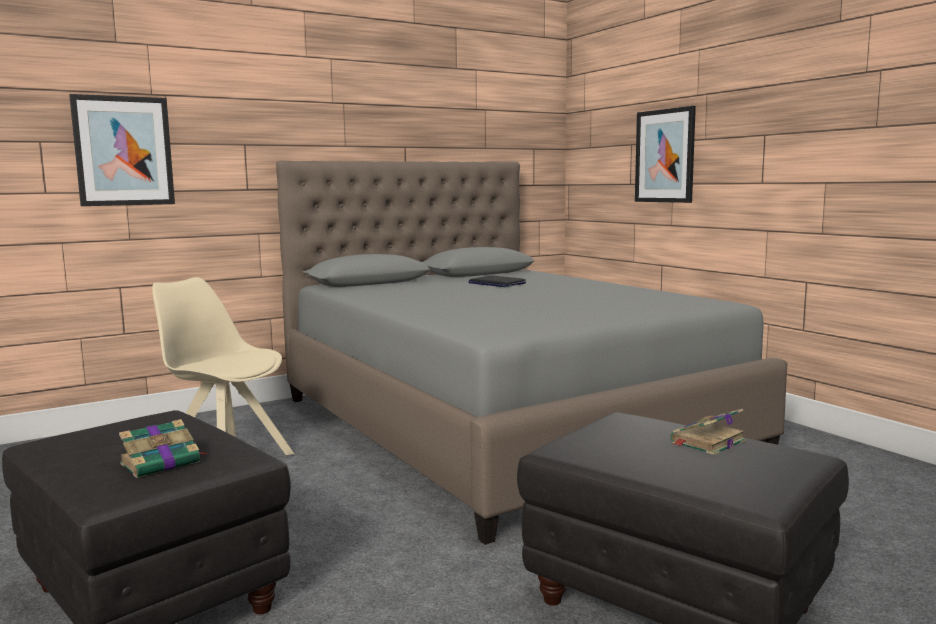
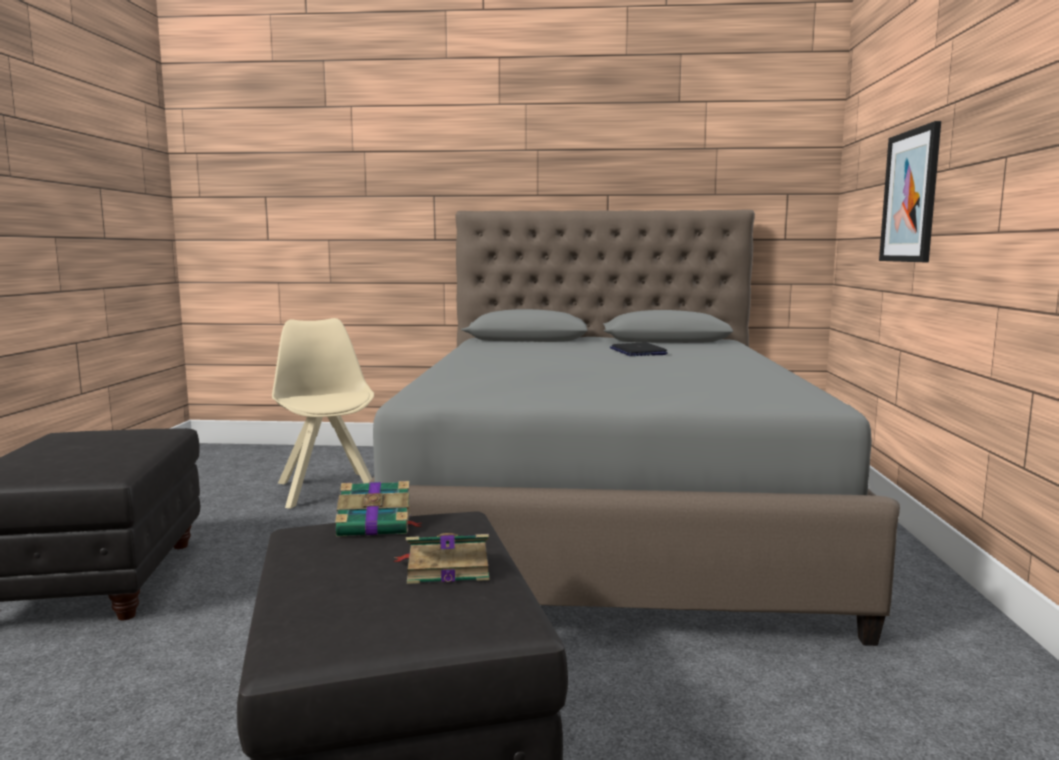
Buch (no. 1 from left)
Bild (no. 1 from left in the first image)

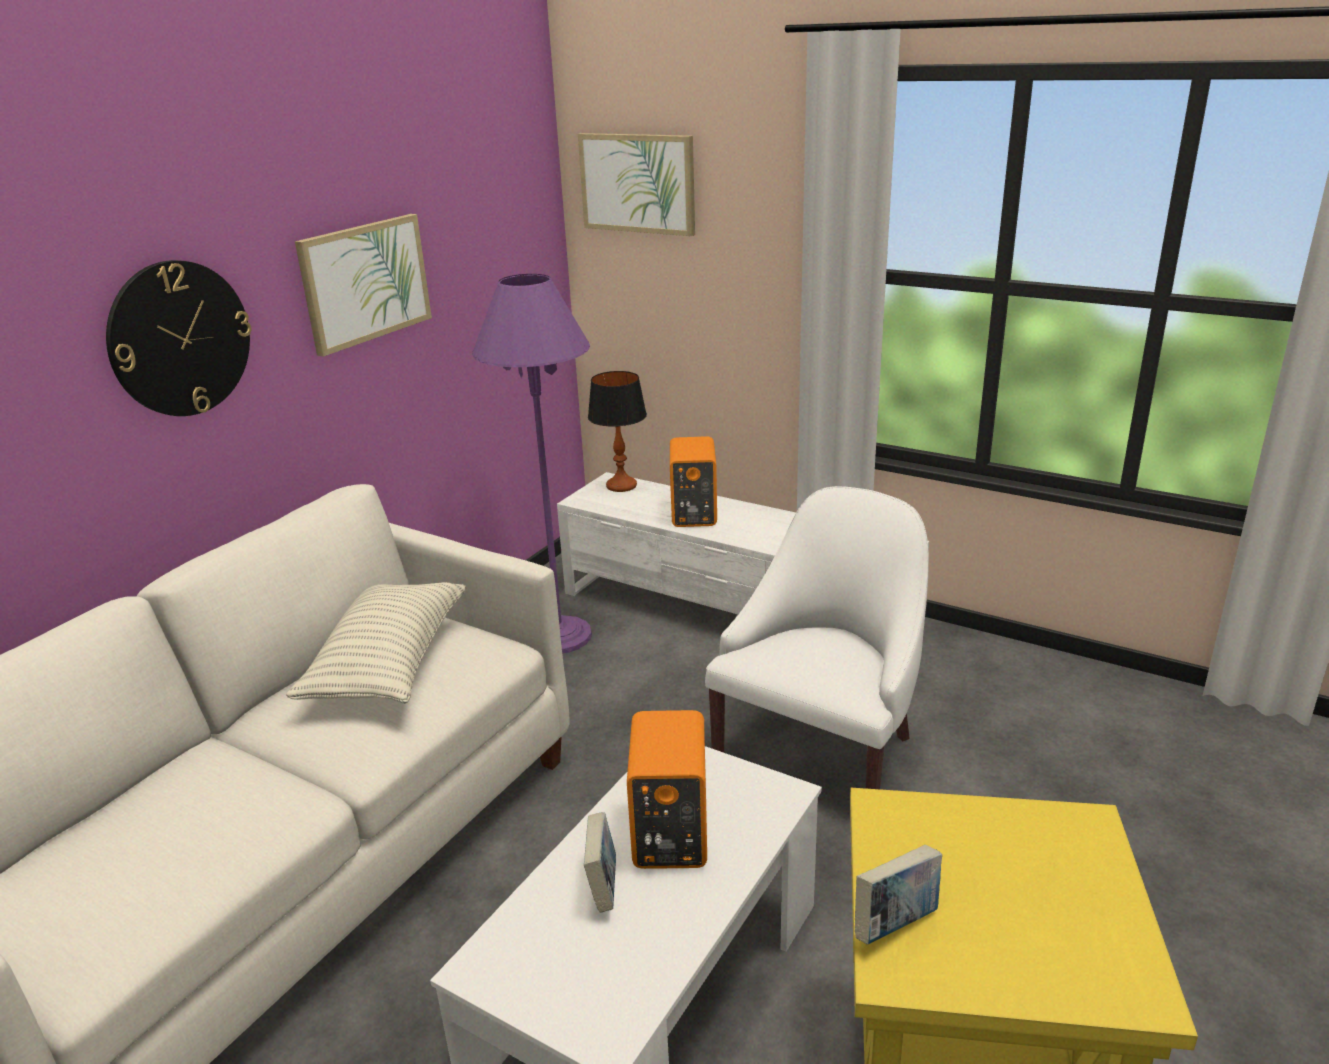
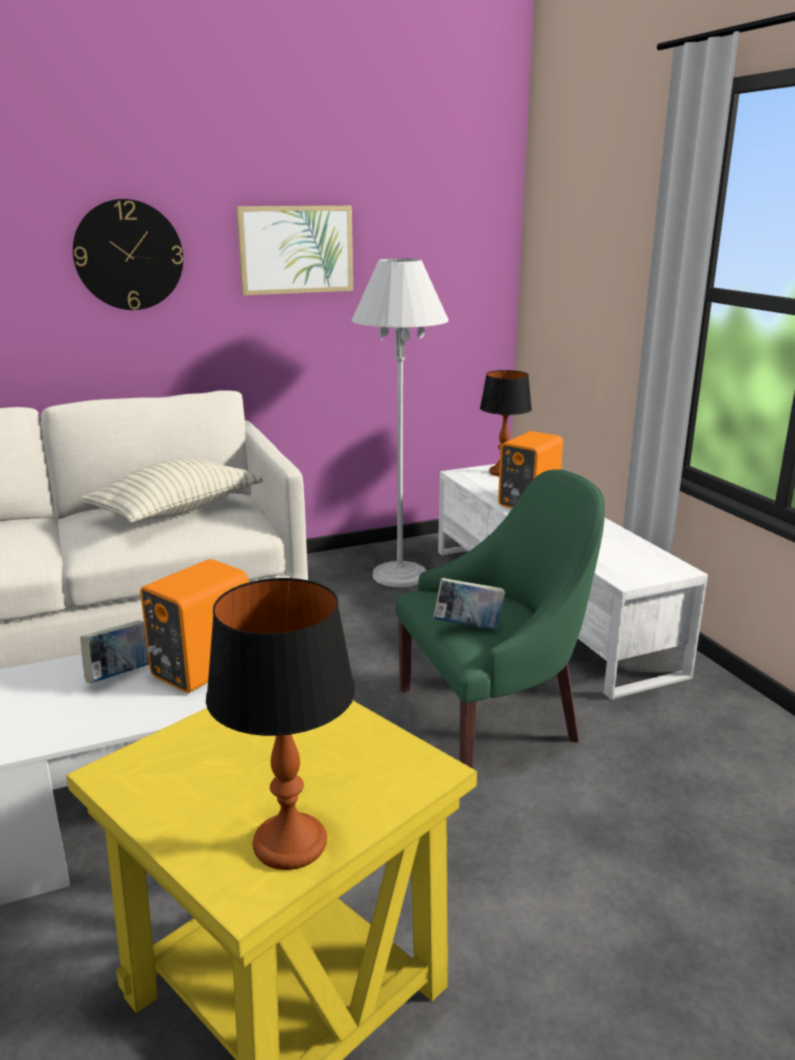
Tischlampe (no. 1 from left)
Stehlampe/weiß
Sessel/grün
Buch (no. 2 from left)
Bild (no. 2 from left in the first image)

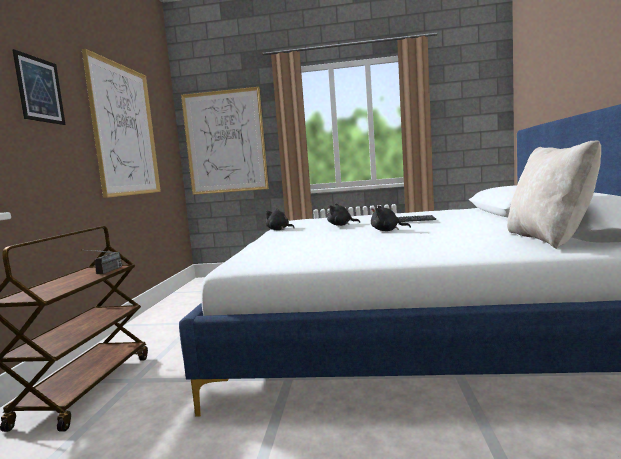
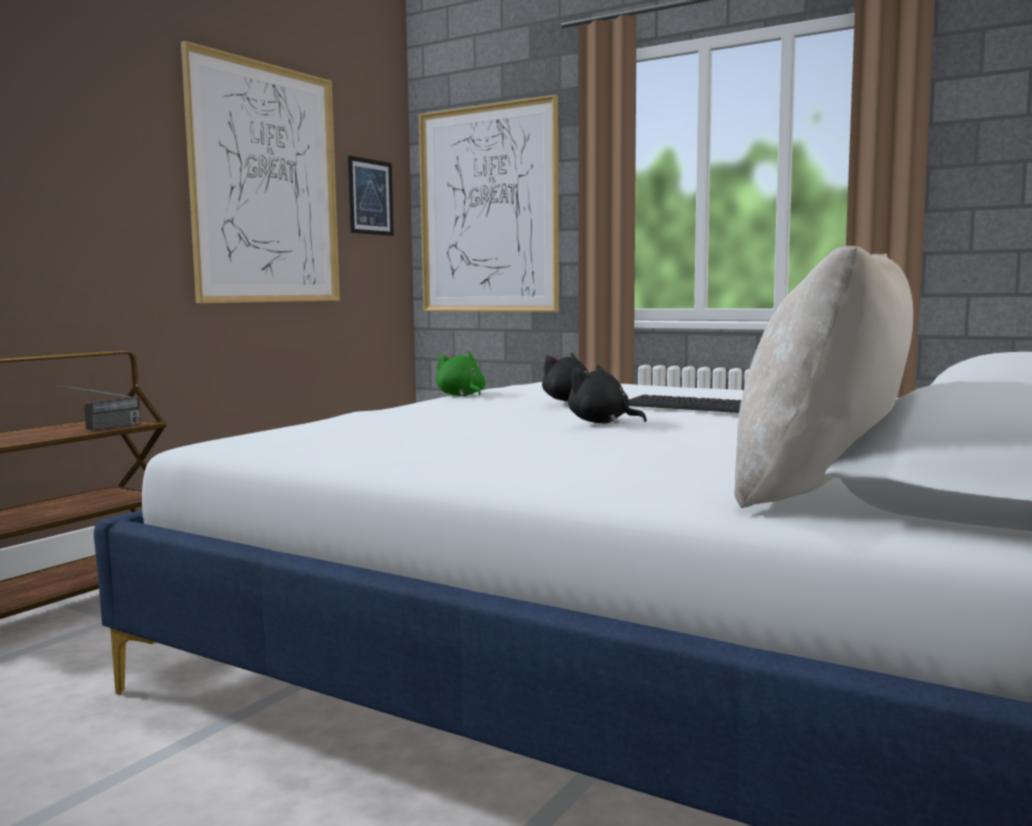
Bild (no. 2 from left)
Plüschtier/grün

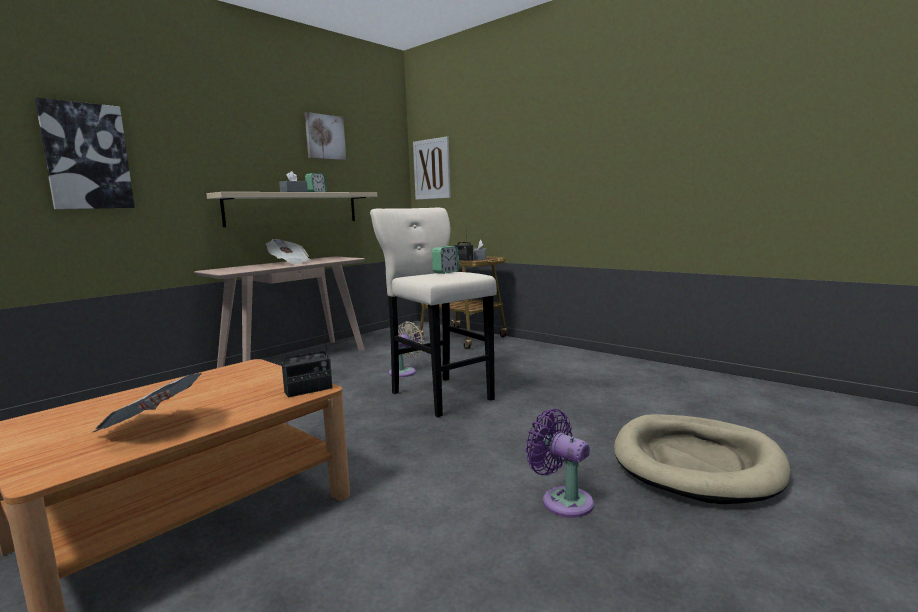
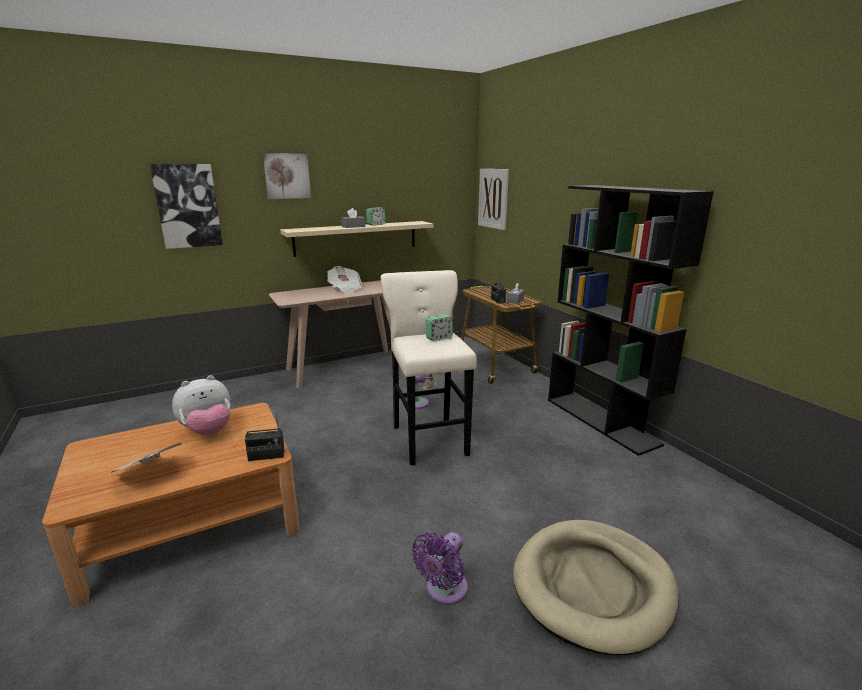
Plüschtier
Bild (no. 2 from left)
Ventilator/lila
Bücherregal/schwarz

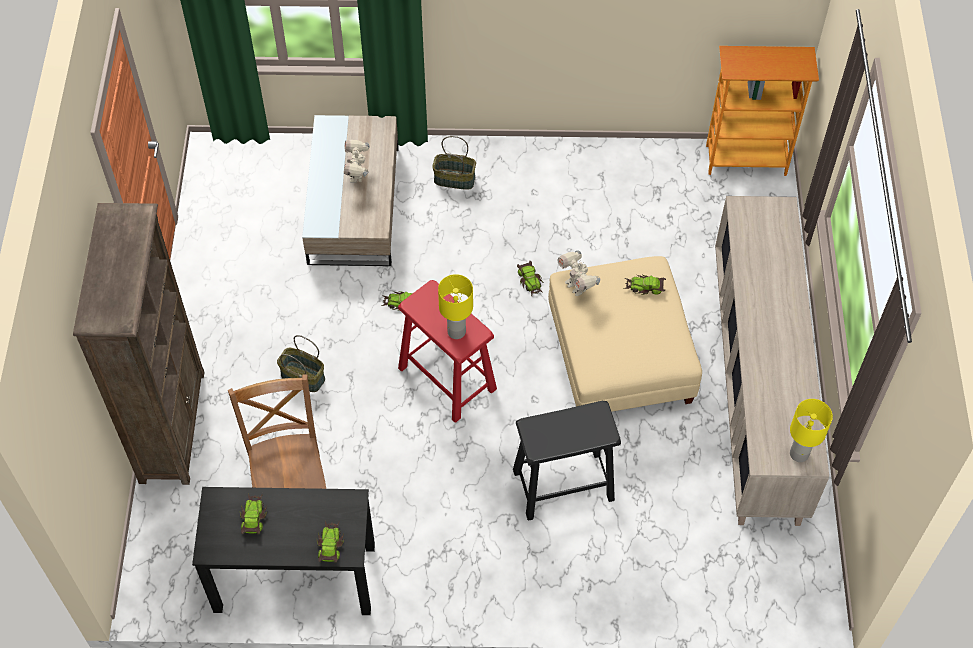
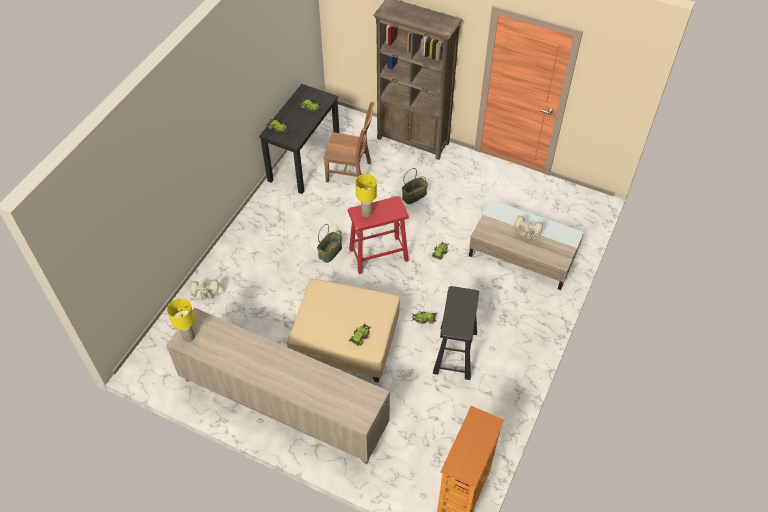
Spielzeugroboter (no. 1 from left)
Korb (no. 1 from left)
Hocker/schwarz

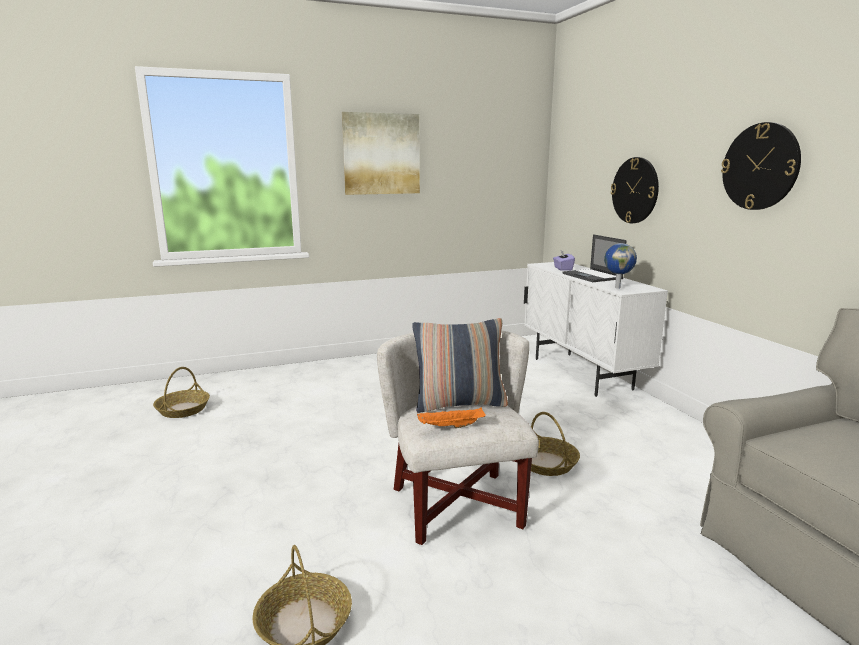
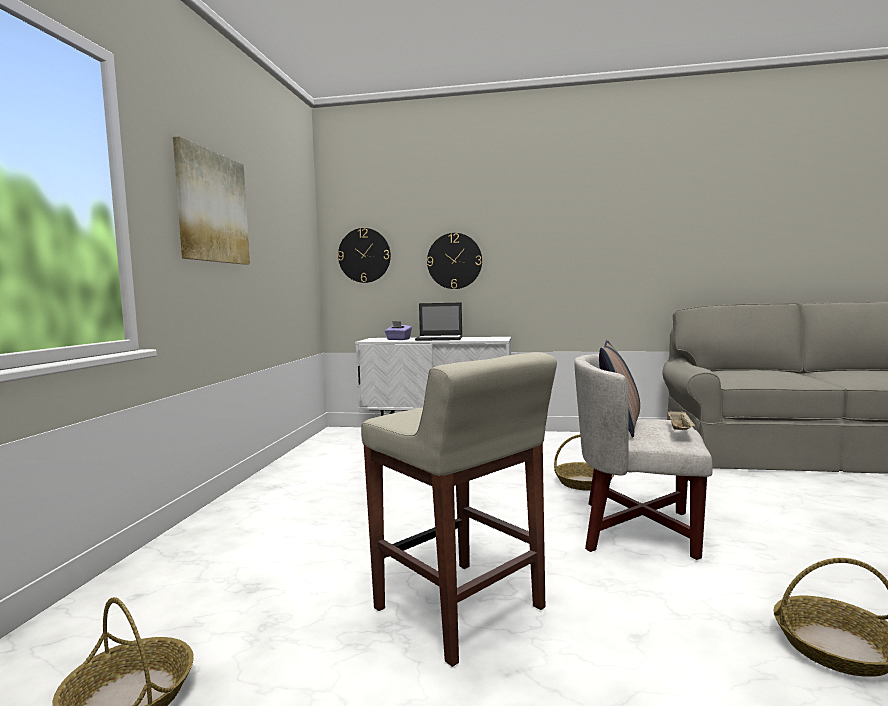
Wanduhr (no. 1 from left)
Hocker/beige
Tablett/beige
Globus

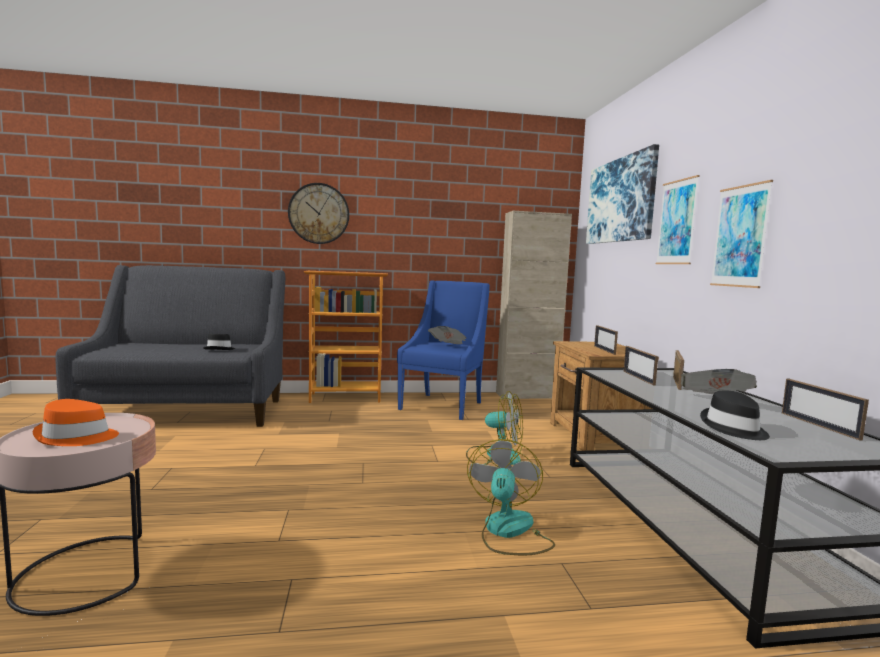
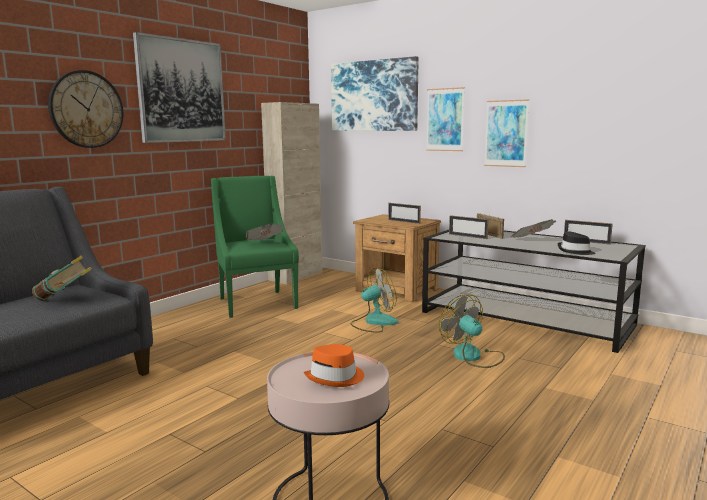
Buch
Bild (no. 1 from left)
Sessel/grün
Bücherregal

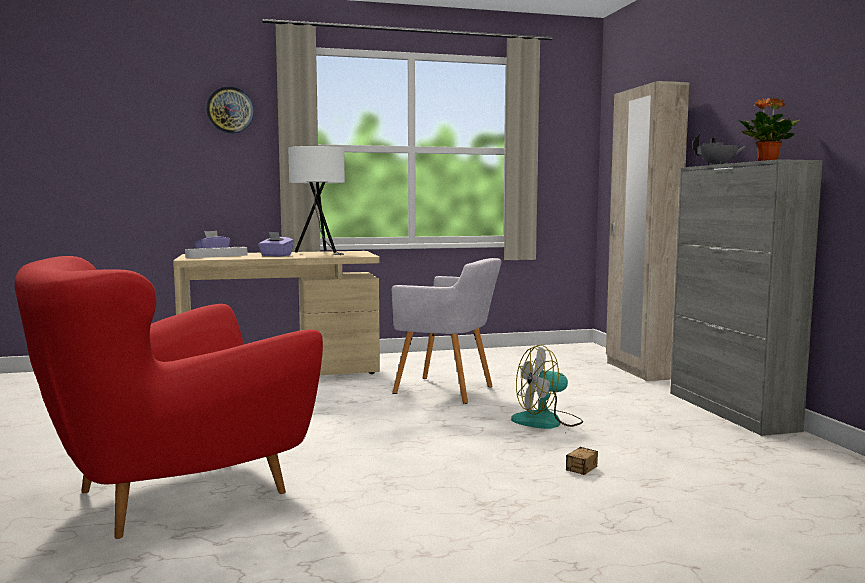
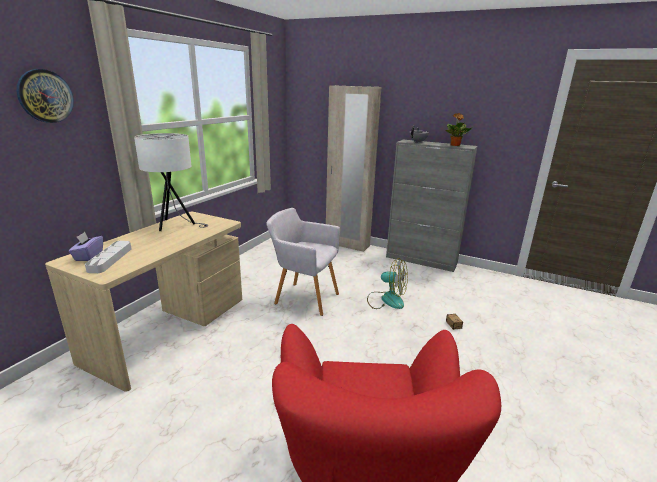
Sessel/grau
Ventilator
Taschentuchbox/lila (no. 2 from left in the first image)

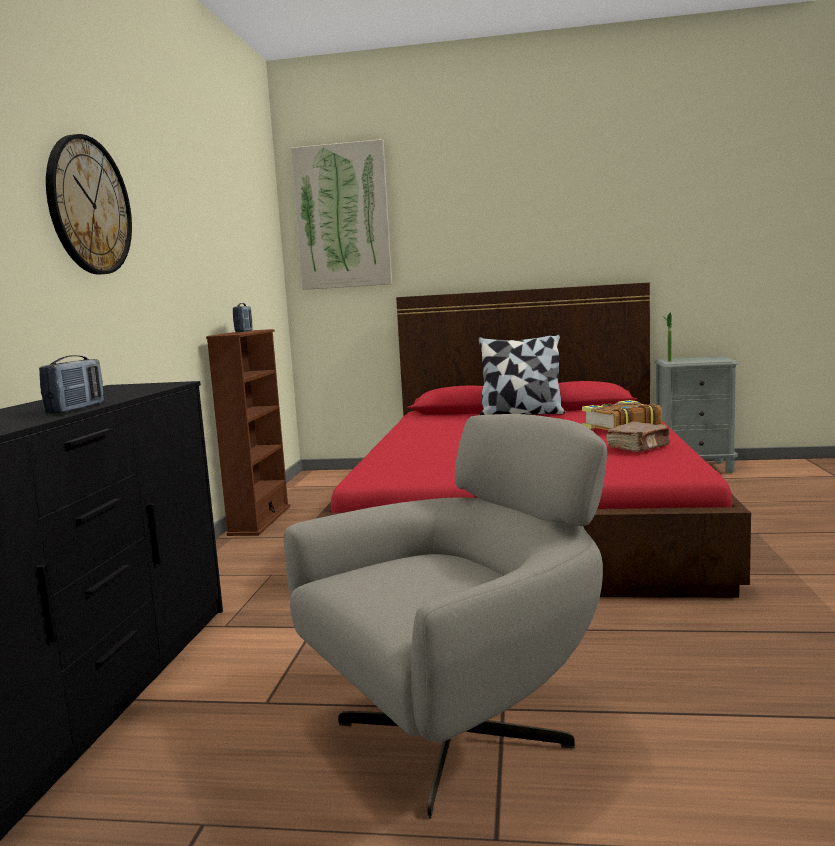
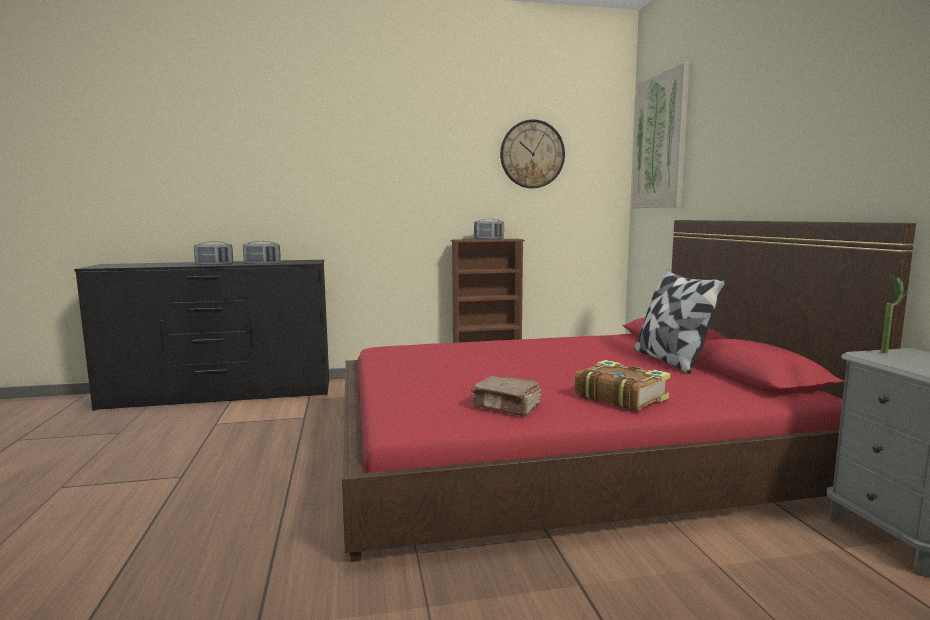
Radio (no. 2 from left)
Wanduhr
Sessel/grau

